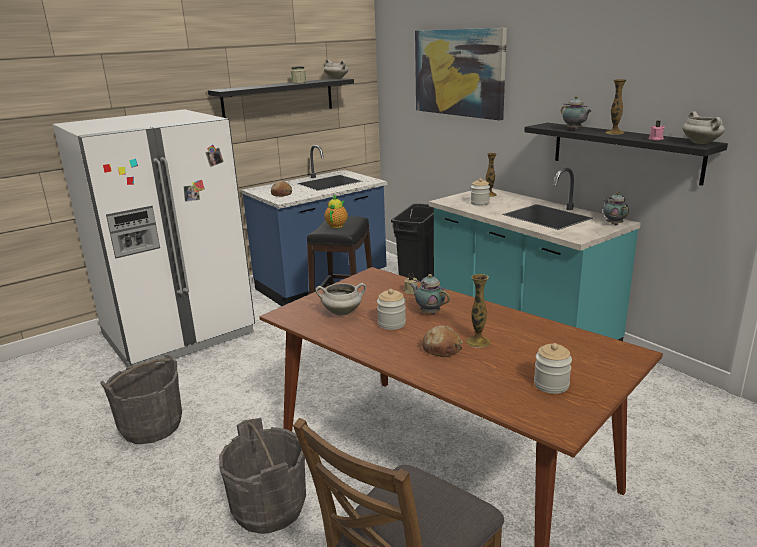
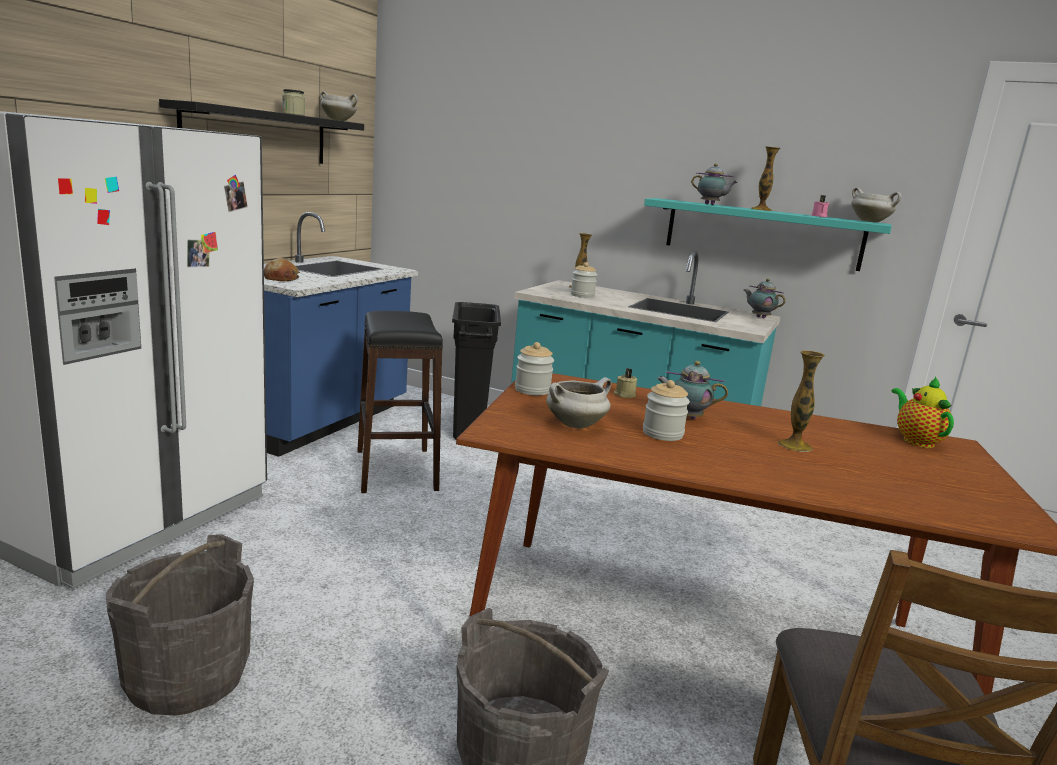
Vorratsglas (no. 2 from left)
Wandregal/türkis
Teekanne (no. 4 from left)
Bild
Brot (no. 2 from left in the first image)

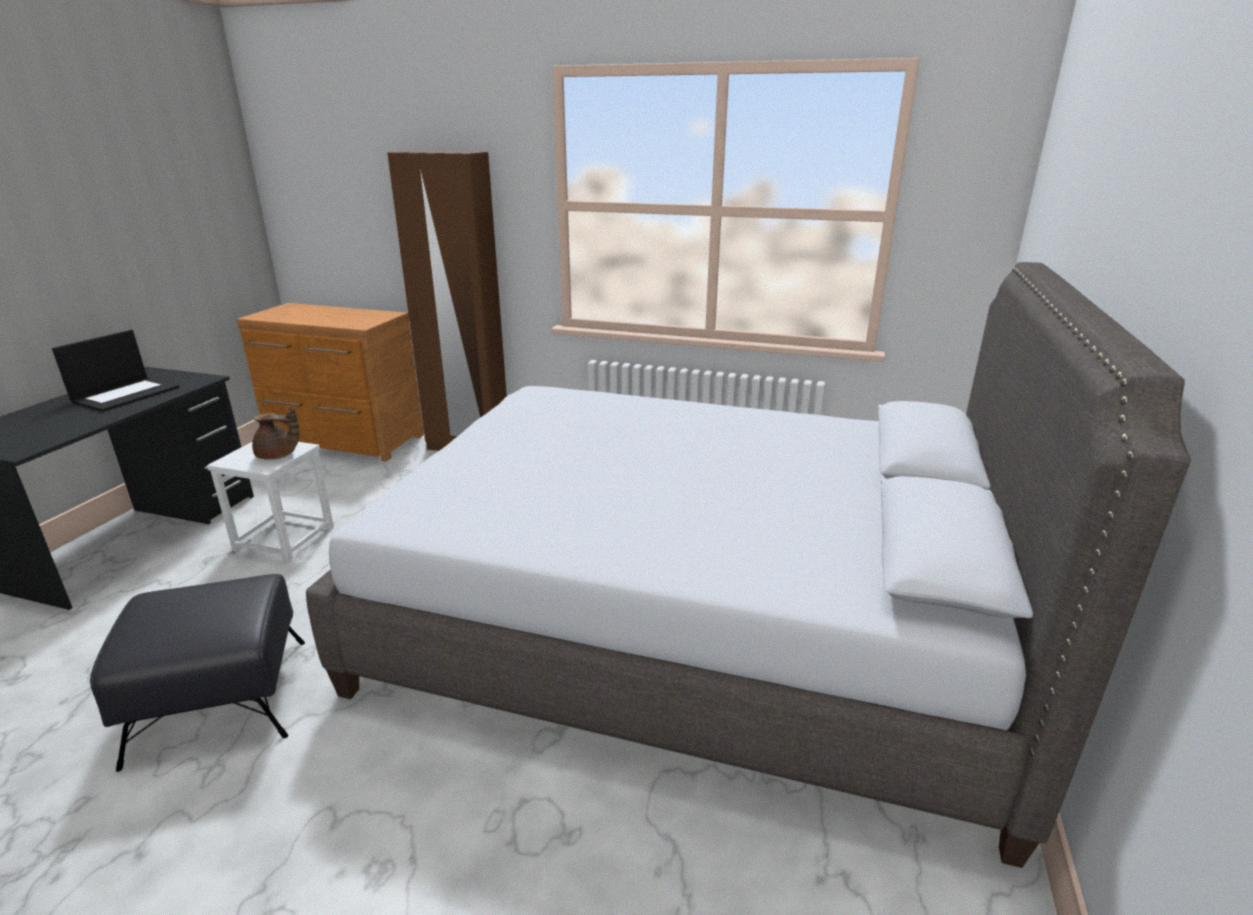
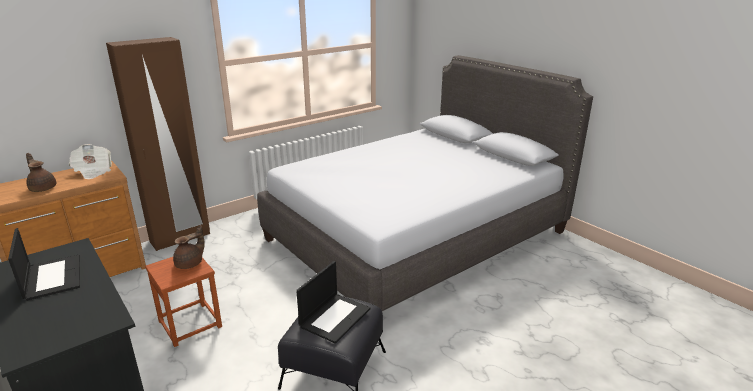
Teekanne/braun (no. 1 from left)
Zeitung
Hocker/braun
Laptop (no. 2 from left)

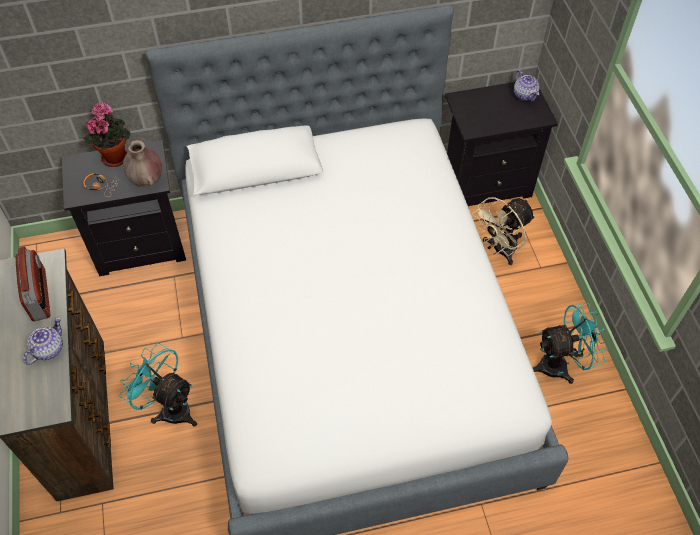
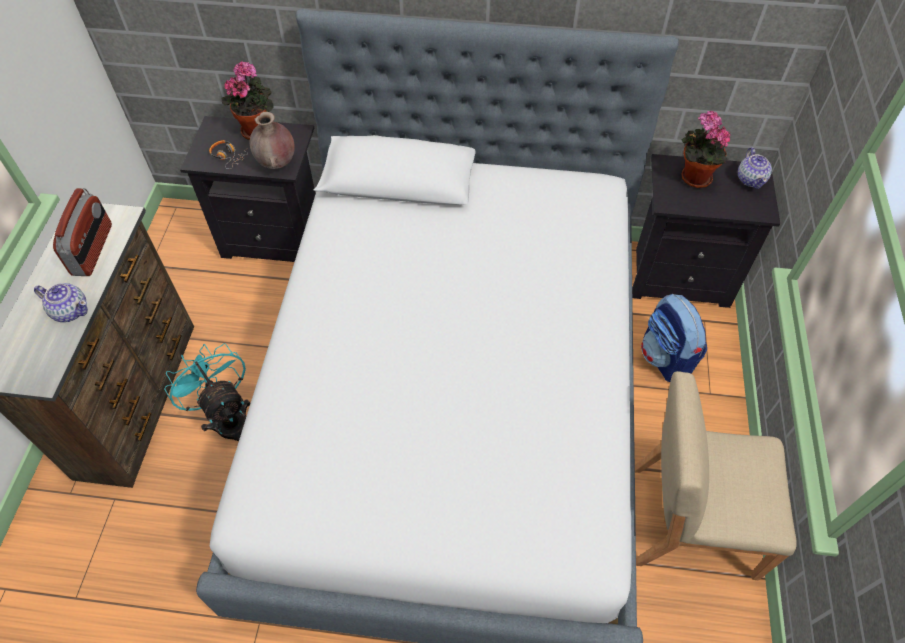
Teekanne (no. 1 from left)
Stuhl/beige
Rucksack
Topfpflanze (no. 2 from left)

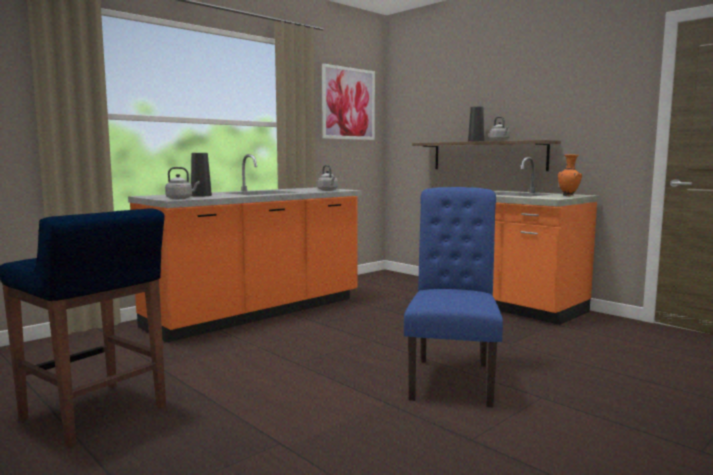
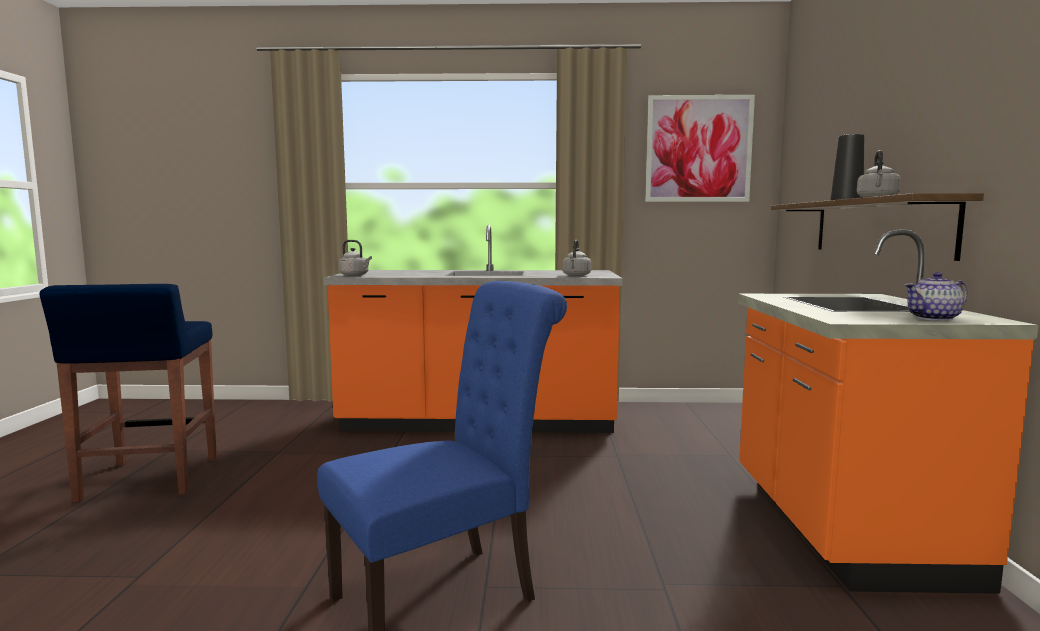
Teekanne
Vase/schwarz (no. 1 from left in the first image)

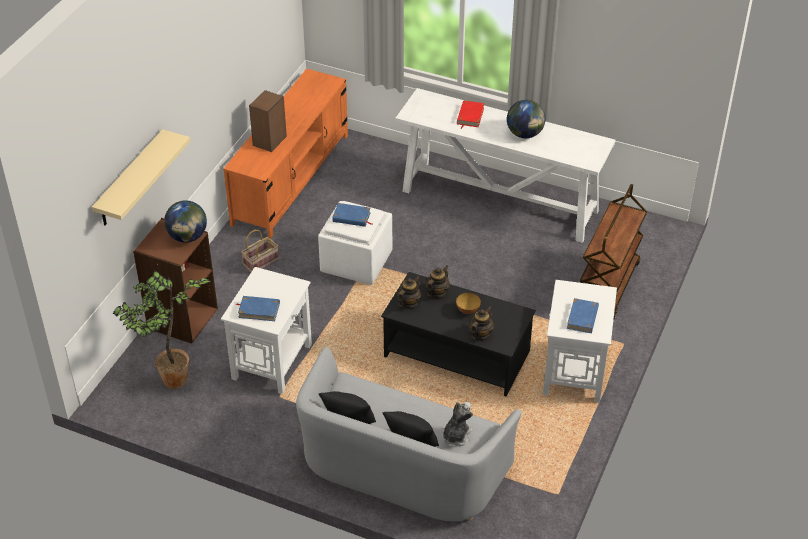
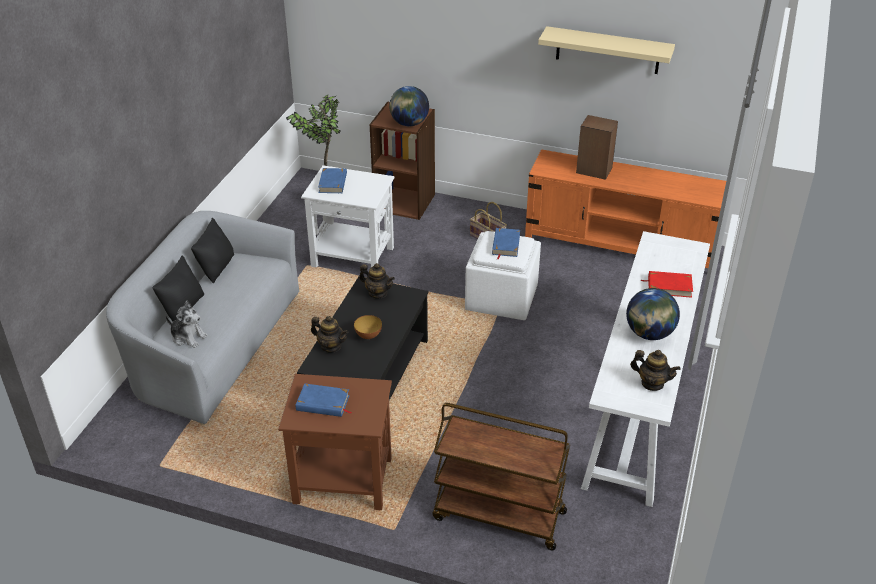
Beistelltisch/braun
Wandregal/beige
Teekanne (no. 3 from left)

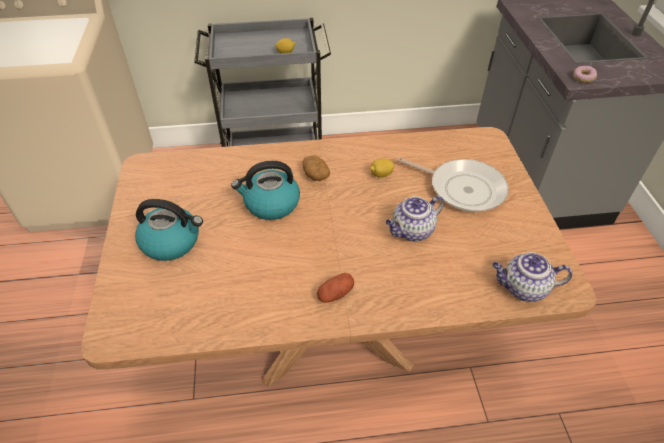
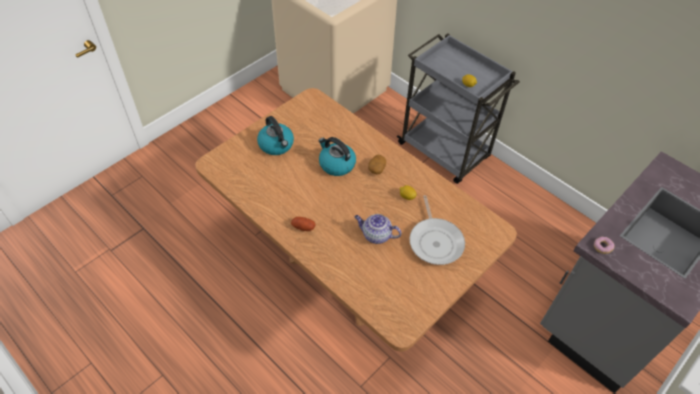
Teekanne (no. 2 from left in the first image)

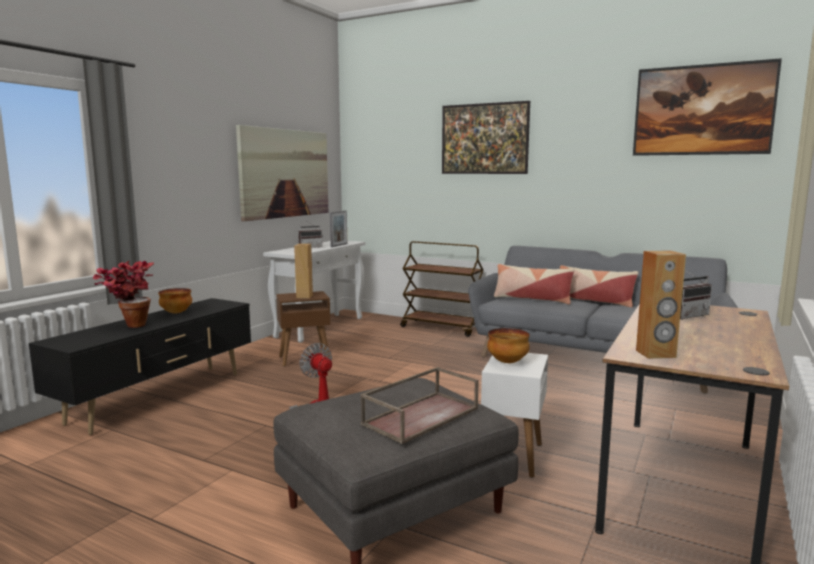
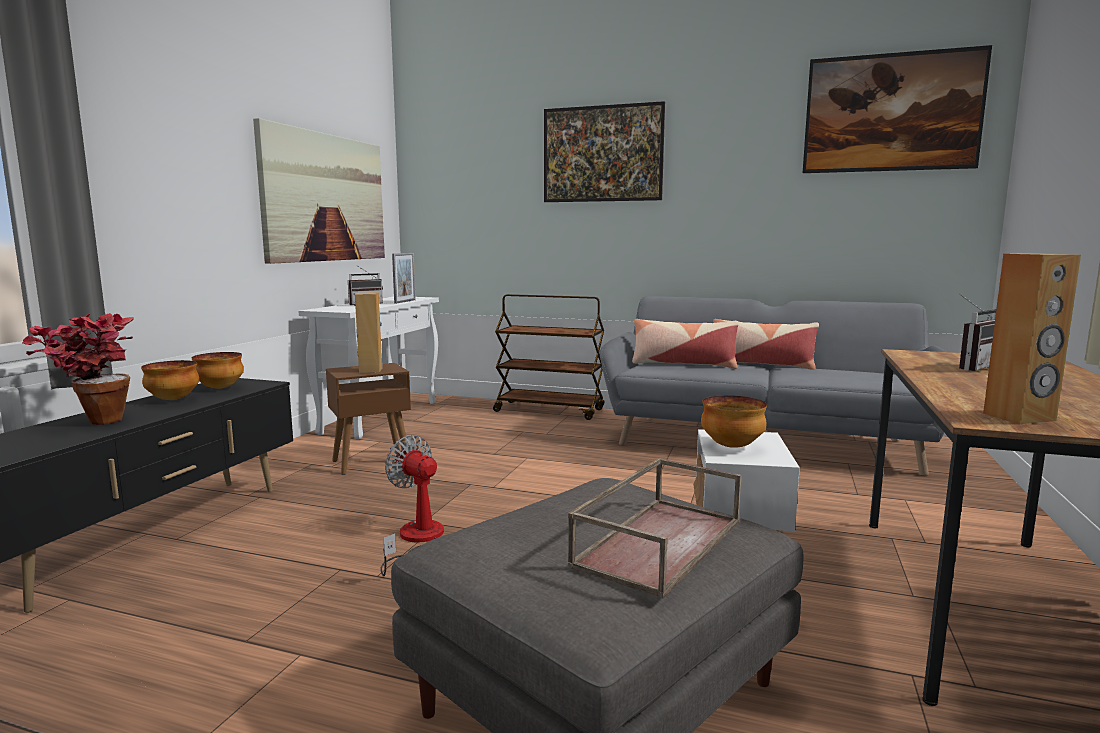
Schüssel (no. 2 from left)

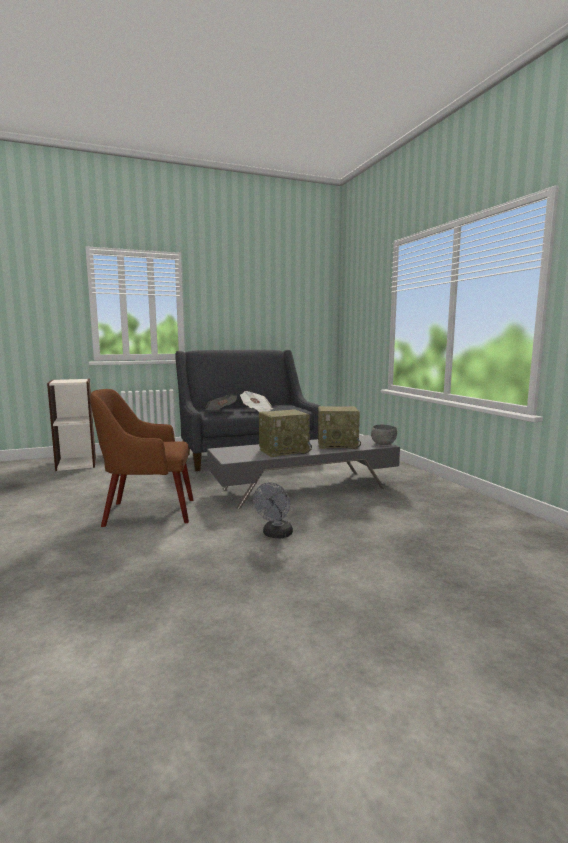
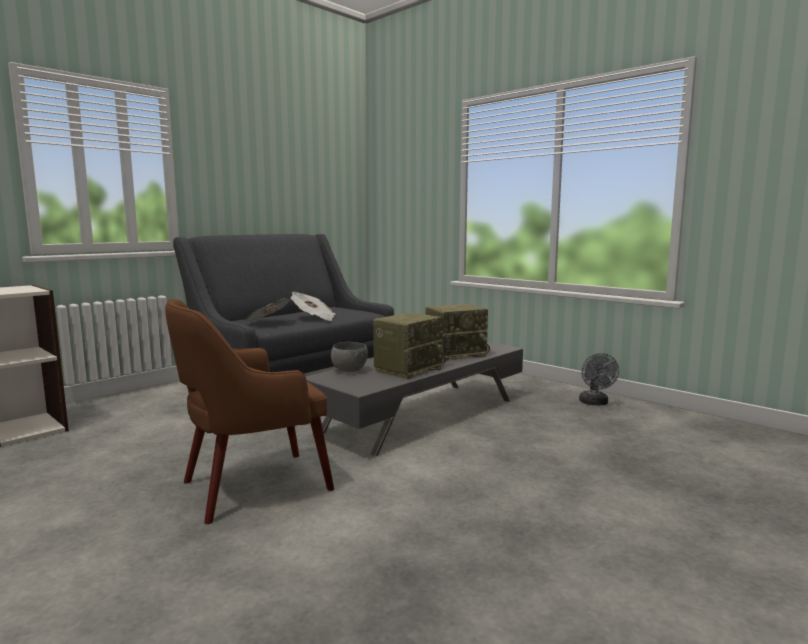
Schüssel/grau
Ventilator/grau

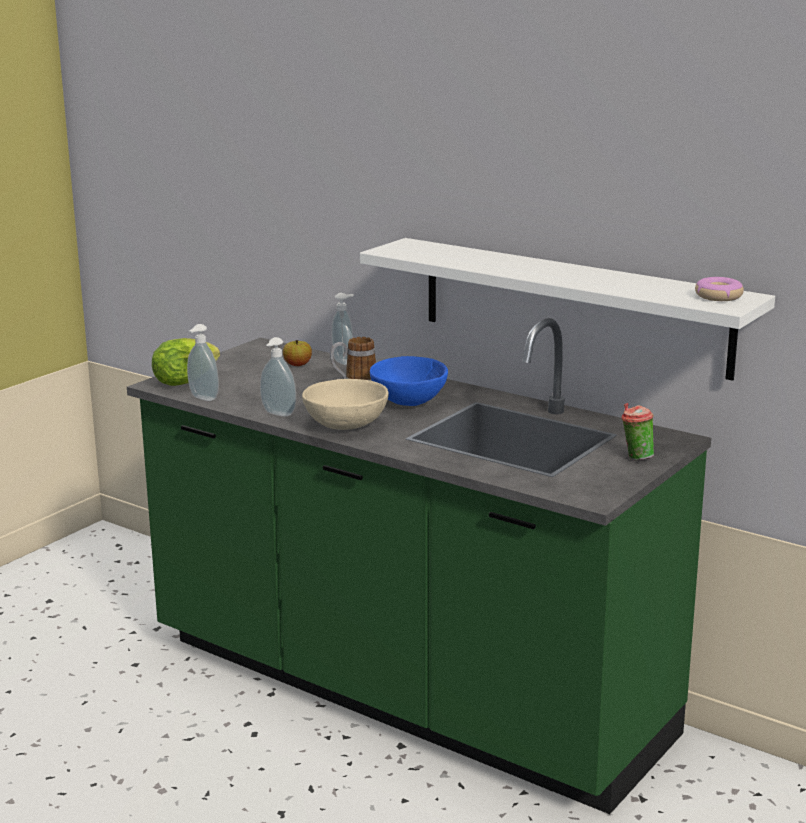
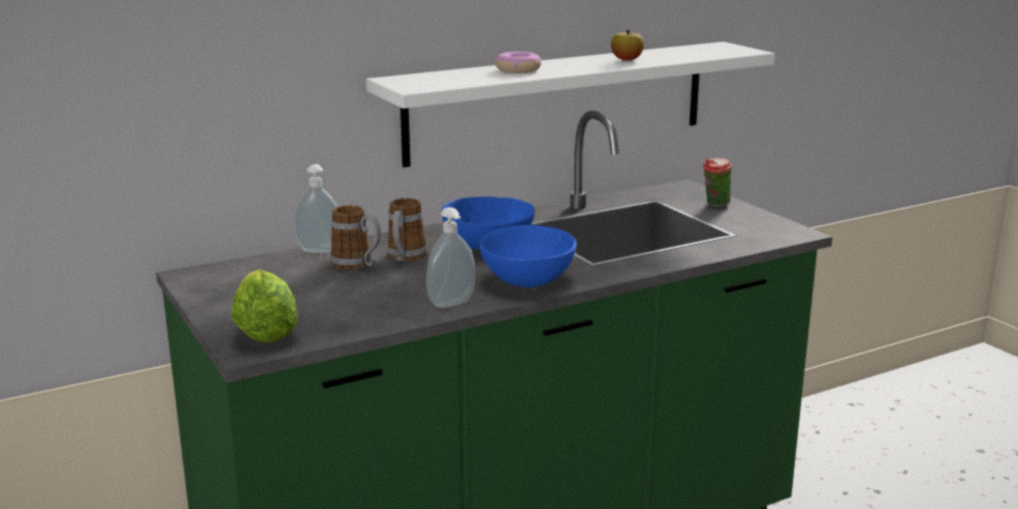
Henkelbecher (no. 1 from left)
Schüssel/blau (no. 2 from left)
Donut
Apfel
Seifenspender (no. 1 from left in the first image)

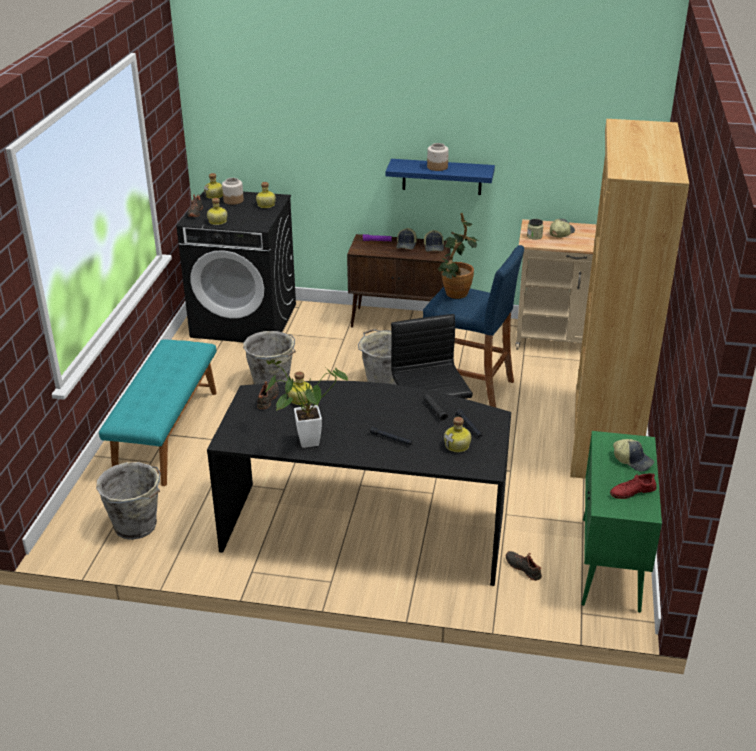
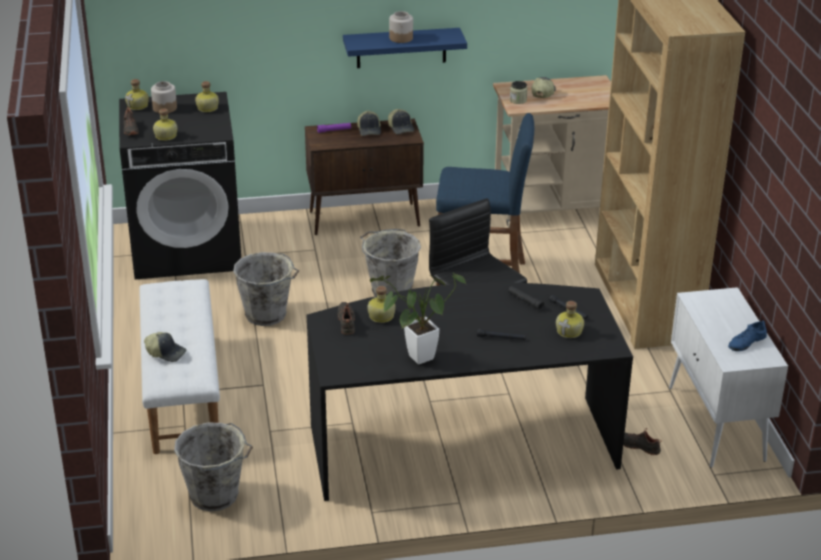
Bank/weiß
Kappe (no. 1 from left)
Schrank/weiß
Schuh/blau
Topfpflanze (no. 2 from left in the first image)

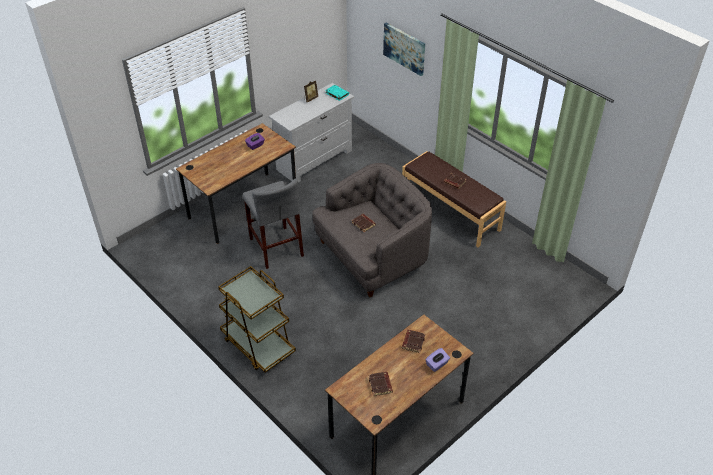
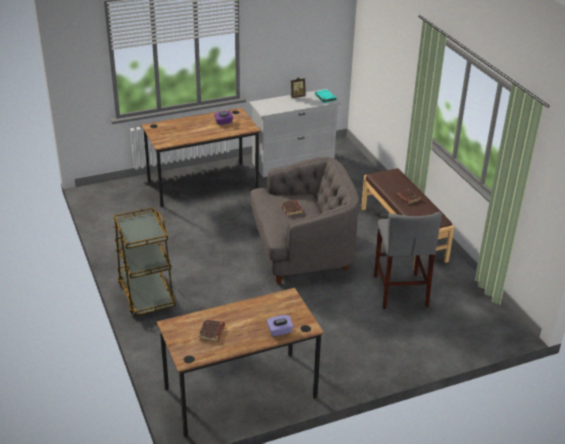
Hocker/grau
Bild
Buch/braun (no. 3 from left in the first image)

